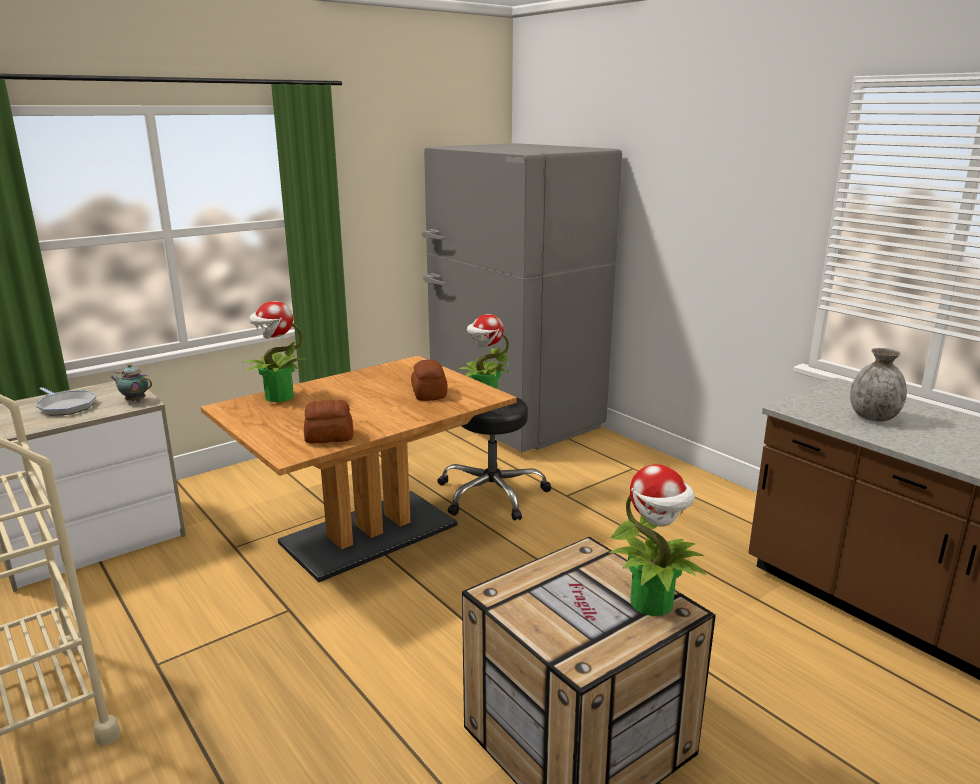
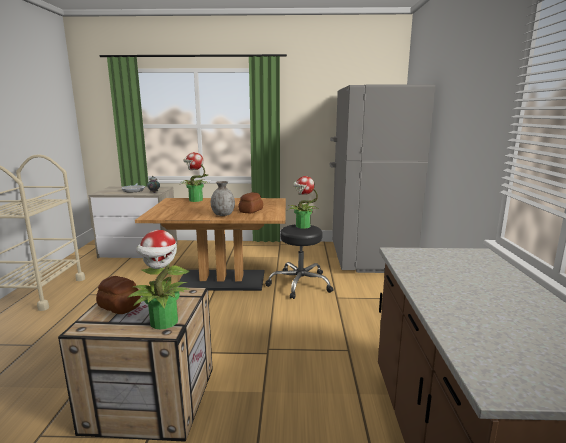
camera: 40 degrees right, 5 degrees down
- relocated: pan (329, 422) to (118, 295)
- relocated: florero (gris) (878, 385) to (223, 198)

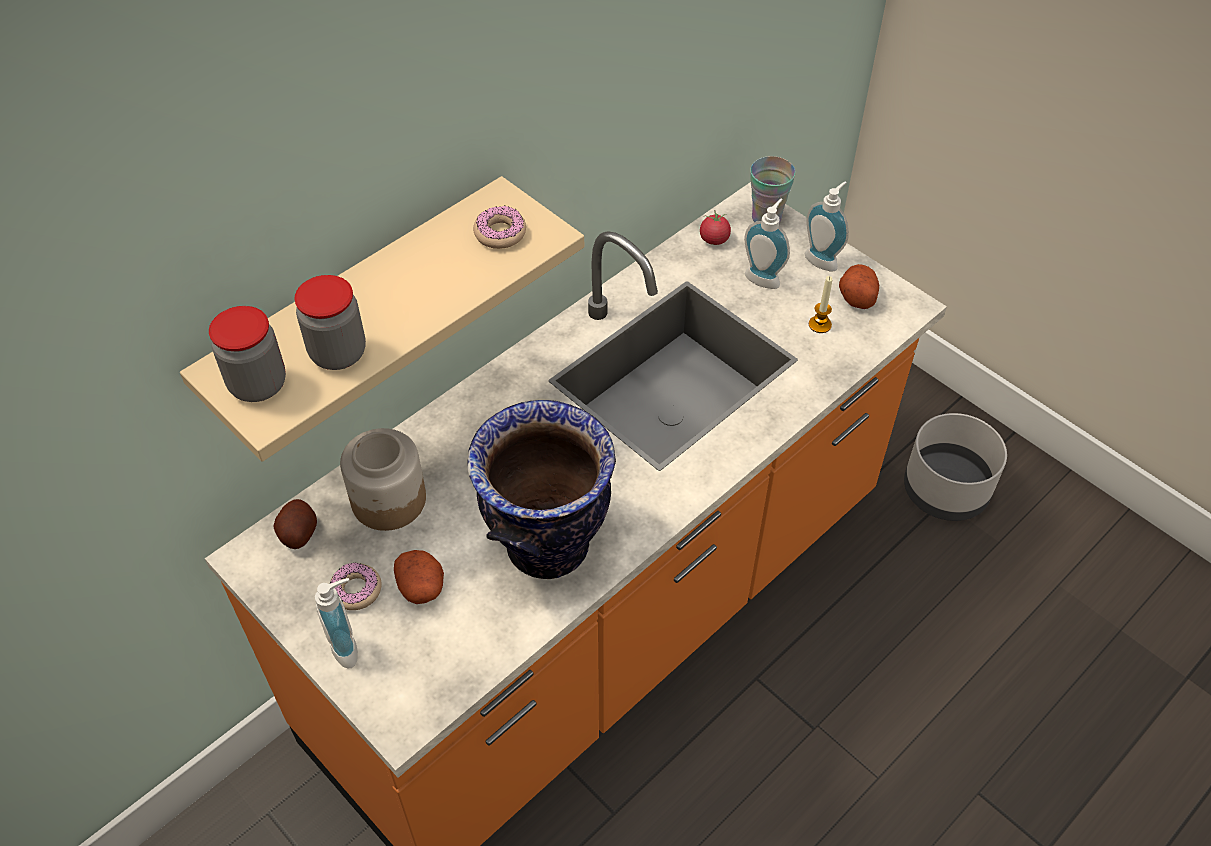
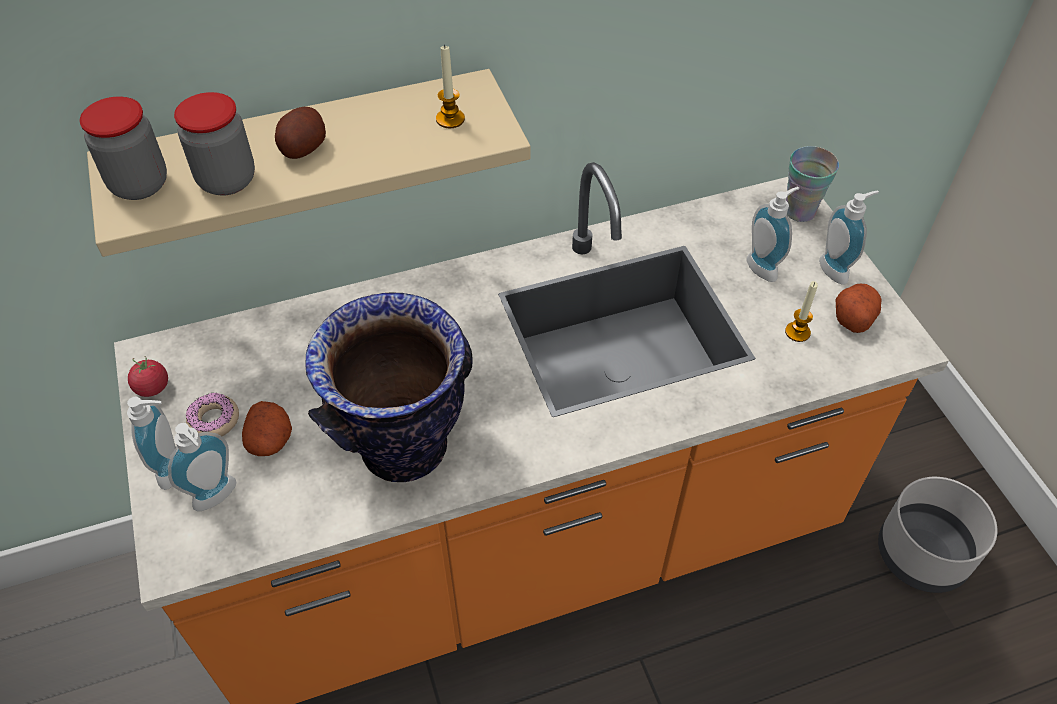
camera: 25 degrees right, 0 degrees up
- relocated: tomate (715, 228) to (148, 376)
- appeared: dispensador de jabón (202, 467)
- relocated: patata (295, 524) to (300, 133)
- exchanged: rosquilla (499, 227) to vela (450, 86)
- missing: tarro (383, 479)

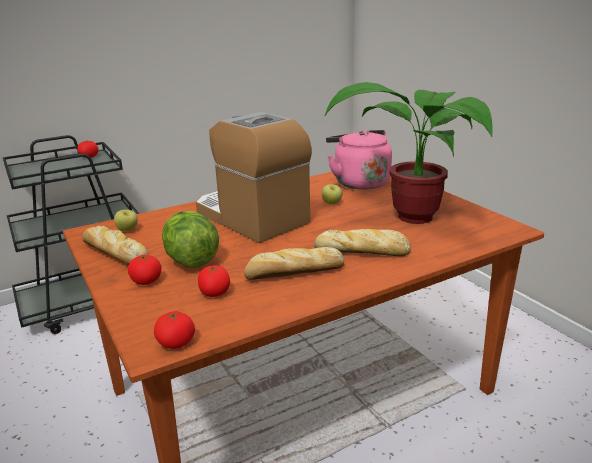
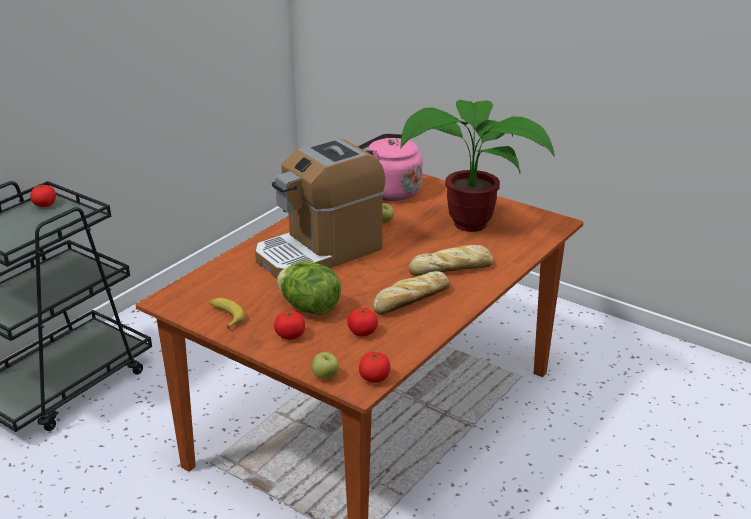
camera: 25 degrees left, 5 degrees up
- exchanged: pan (115, 245) to plátano (227, 313)
- spun: cafetera (254, 177) = (320, 208) 60 degrees counterclockwise
- relocated: manzana (126, 221) to (325, 366)

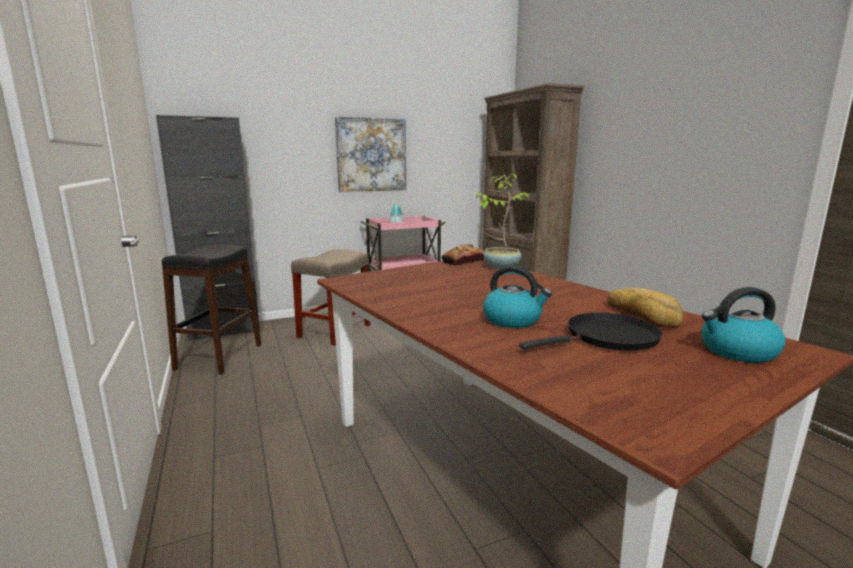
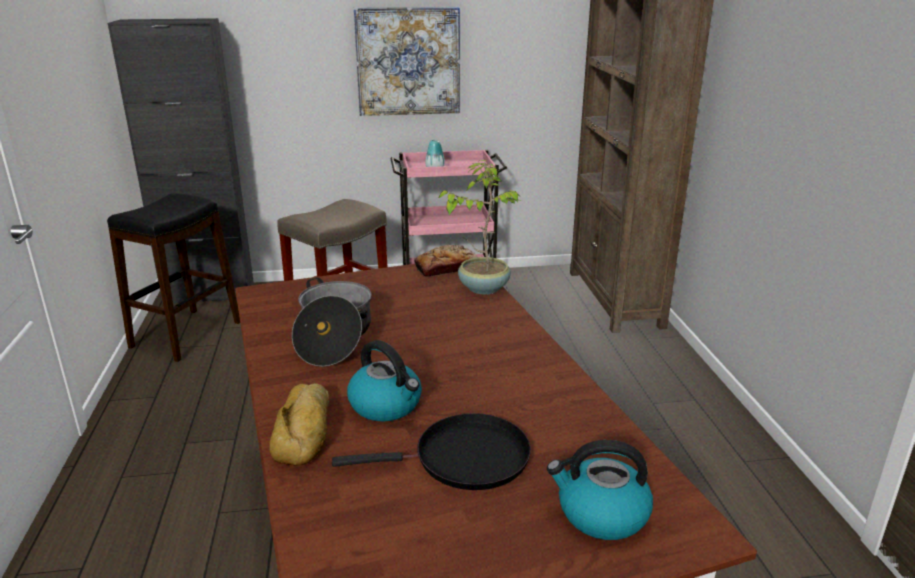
camera: 15 degrees right, 10 degrees up
- relocated: pan (645, 308) to (299, 424)
- appeared: olla (332, 322)

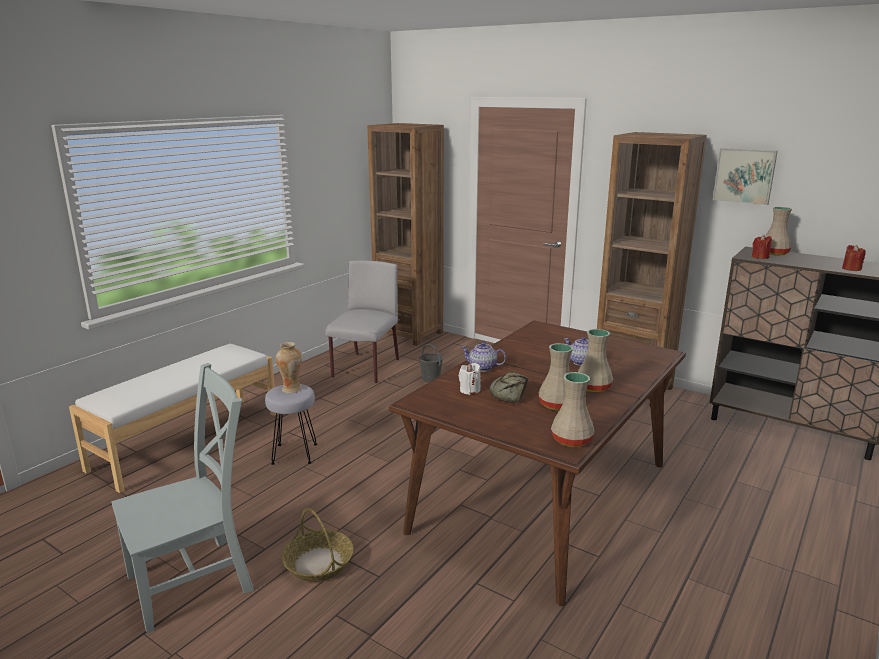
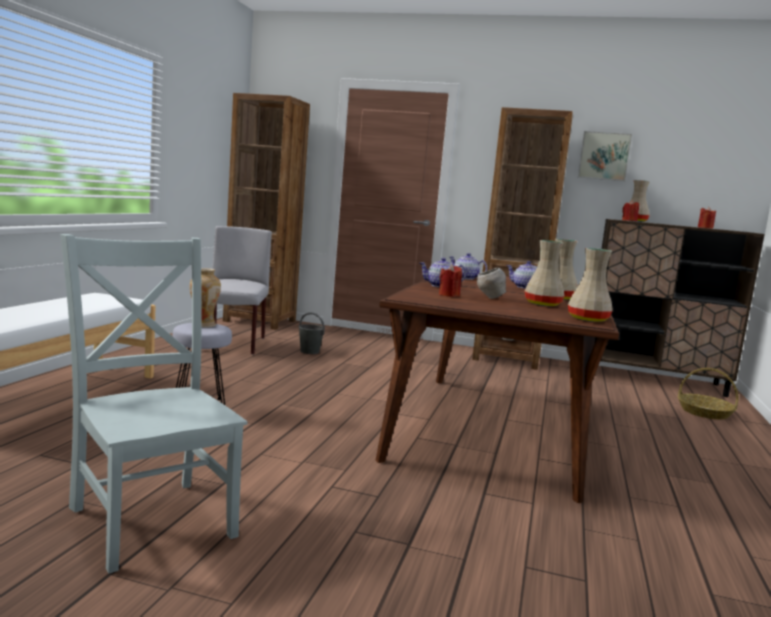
camera: 20 degrees left, 10 degrees down
- spun: silla (gris) (182, 498) = (154, 403) 75 degrees counterclockwise
- colour: vela (blanco) (470, 379) to vela (rojo) (450, 280)
- appeared: tetera (468, 266)
- exchanged: pan (509, 387) to cuenco (gris) (491, 283)
- relocated: cesta (317, 545) to (708, 393)

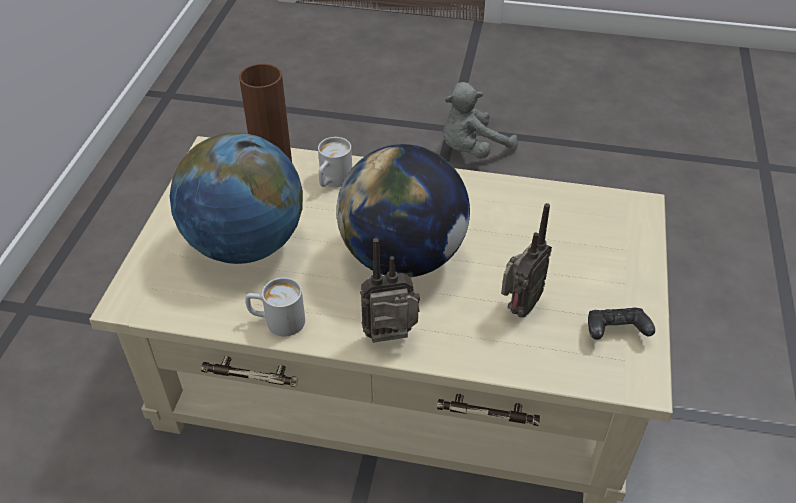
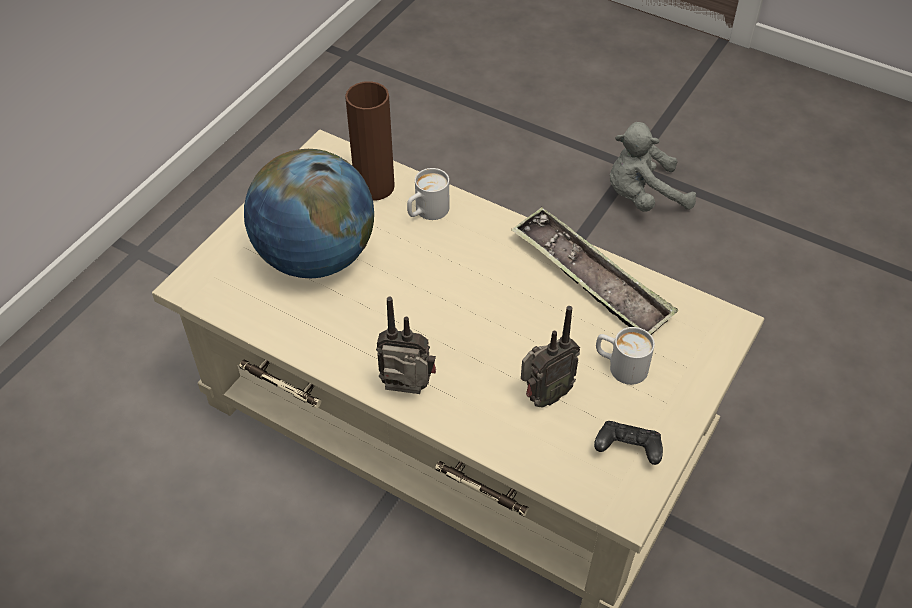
camera: 20 degrees right, 5 degrees up
- appeared: bandeja (594, 271)
- relocated: taza grande (blanco) (275, 306) to (625, 356)
- missing: globo terráqueo (403, 210)

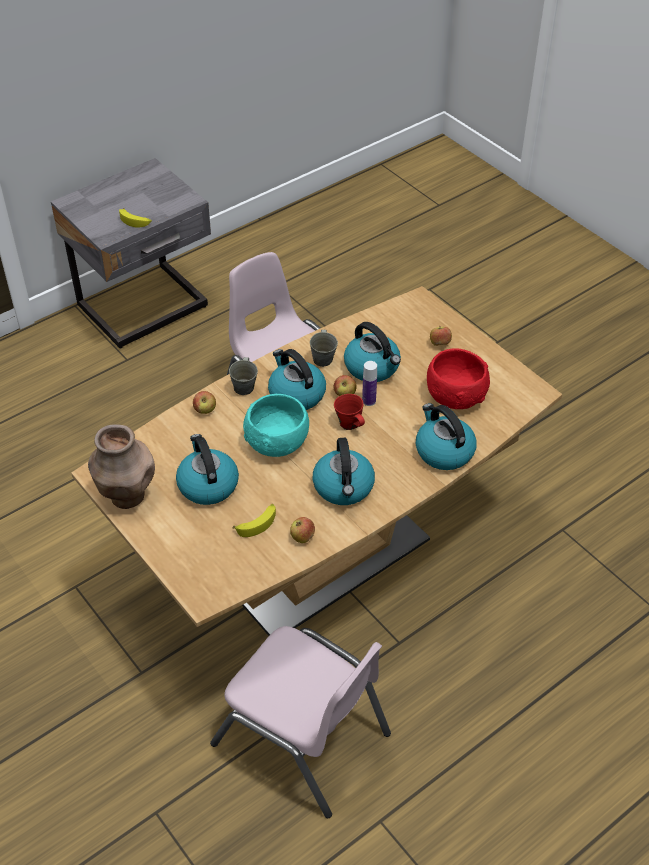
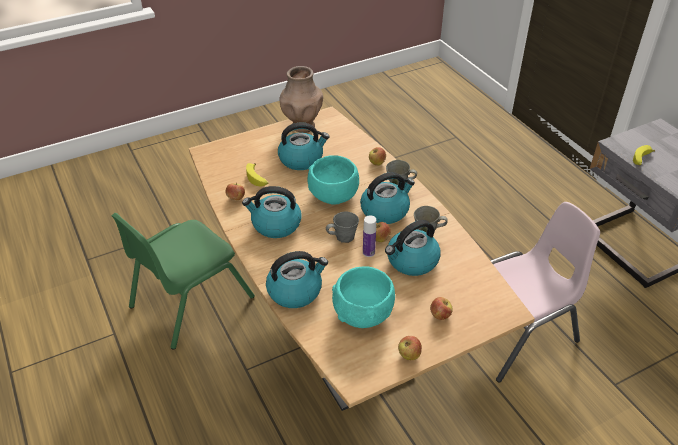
camera: 100 degrees right, 5 degrees down
- colour: silla (rosa) (300, 722) to silla (verde) (183, 281)
- colour: taza grande (rojo) (349, 412) to taza grande (gris) (342, 227)
- colour: cuenco (rojo) (458, 378) to cuenco (turquesa) (363, 297)
- appeared: manzana (410, 348)

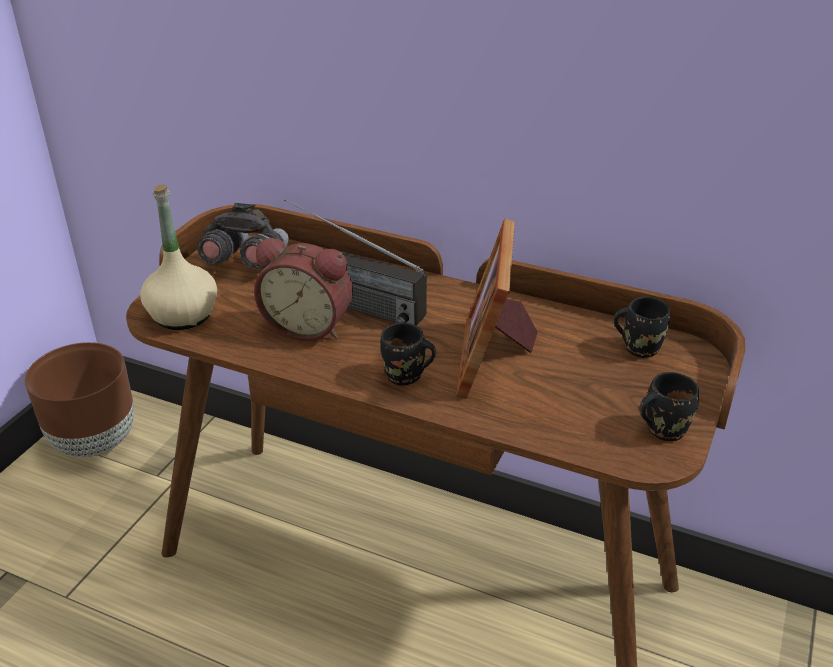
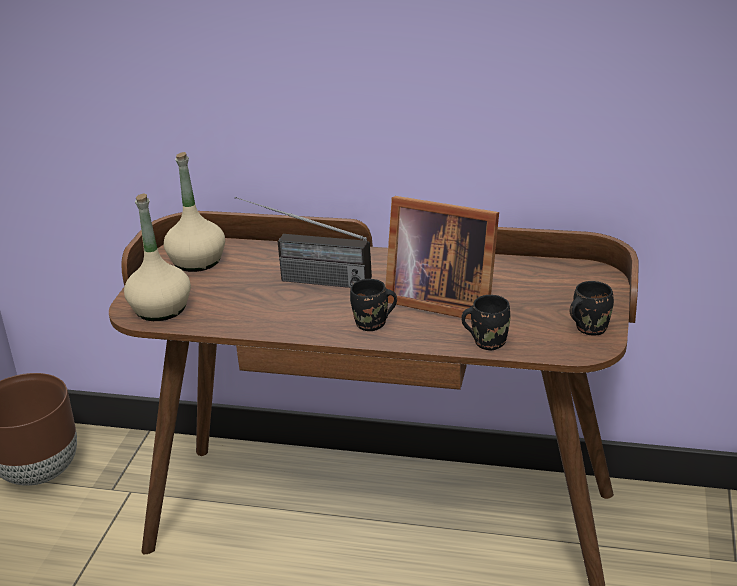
camera: 10 degrees left, 5 degrees down
- exchanged: prismáticos (gris) (243, 236) to botella (beis) (194, 212)
- spun: portarretratos (497, 309) = (442, 258) 60 degrees counterclockwise
- relocated: taza grande (negro) (642, 327) to (485, 322)
- missing: despertador (303, 289)

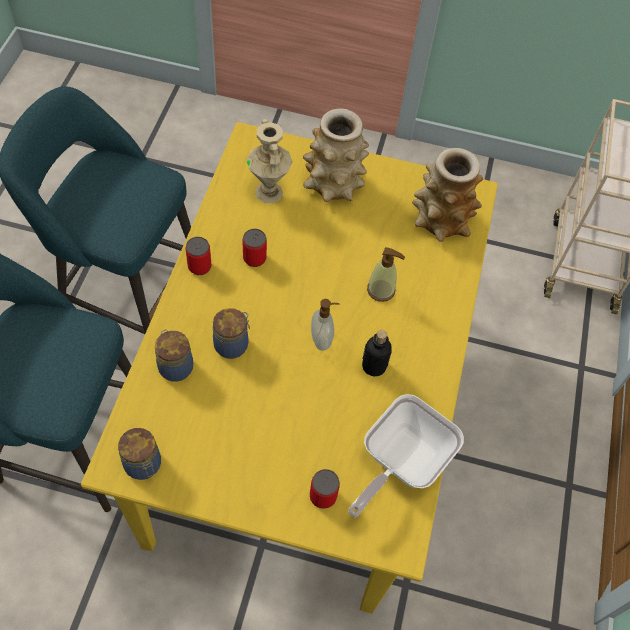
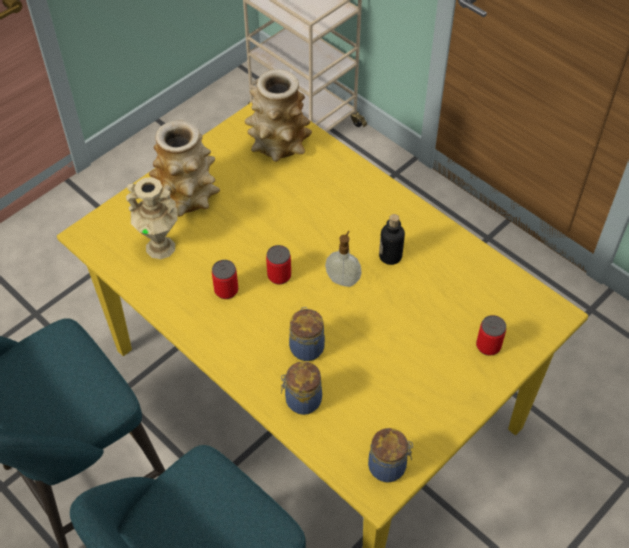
camera: 55 degrees left, 5 degrees down
- relocated: lata (199, 256) to (278, 265)
- missing: sartén (406, 456)
- missing: dispensador de jabón (386, 274)

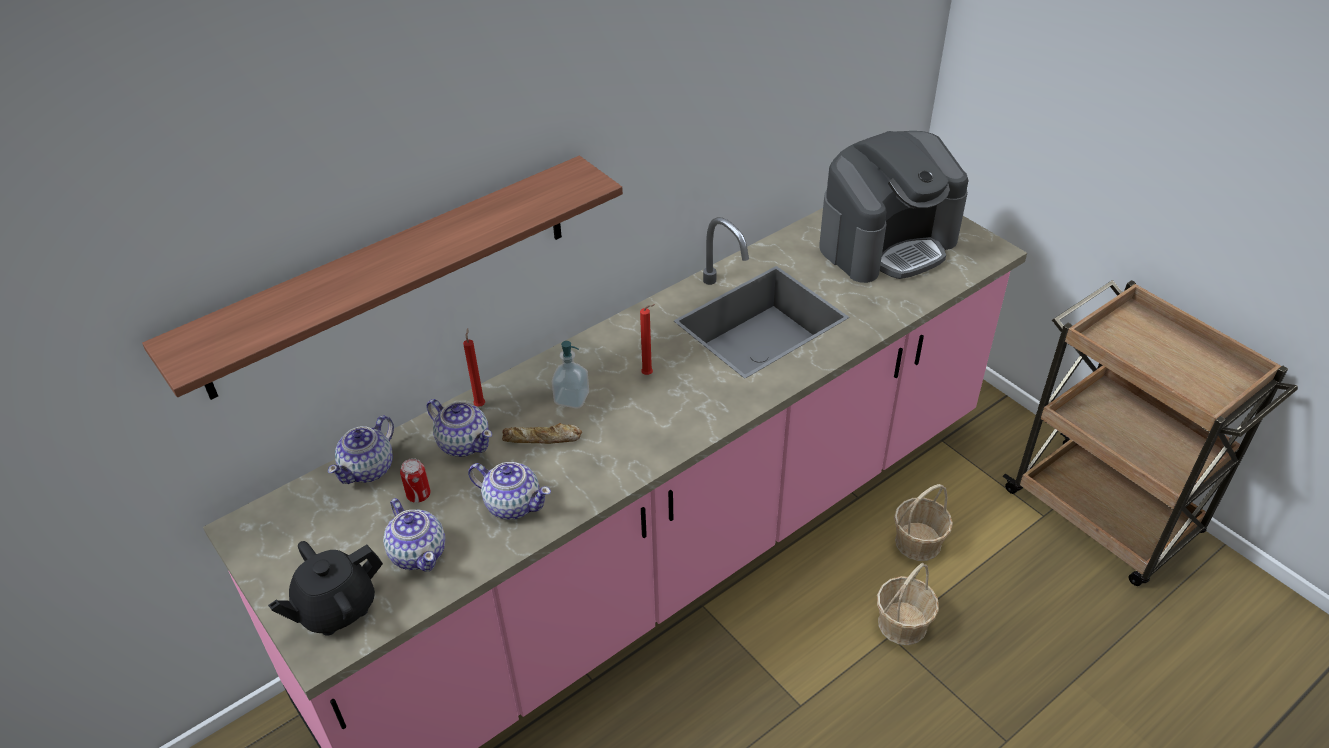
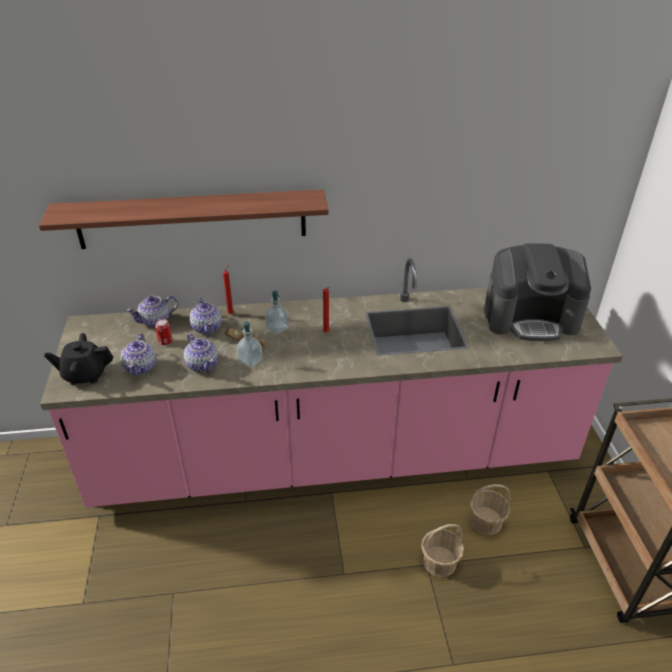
camera: 30 degrees right, 5 degrees down
- appeared: dispensador de jabón (249, 344)

